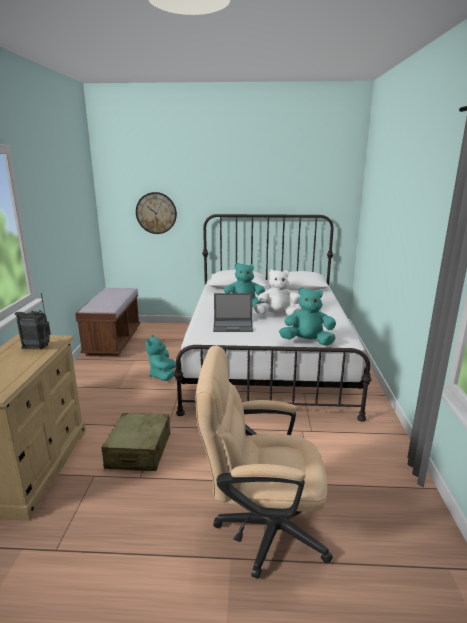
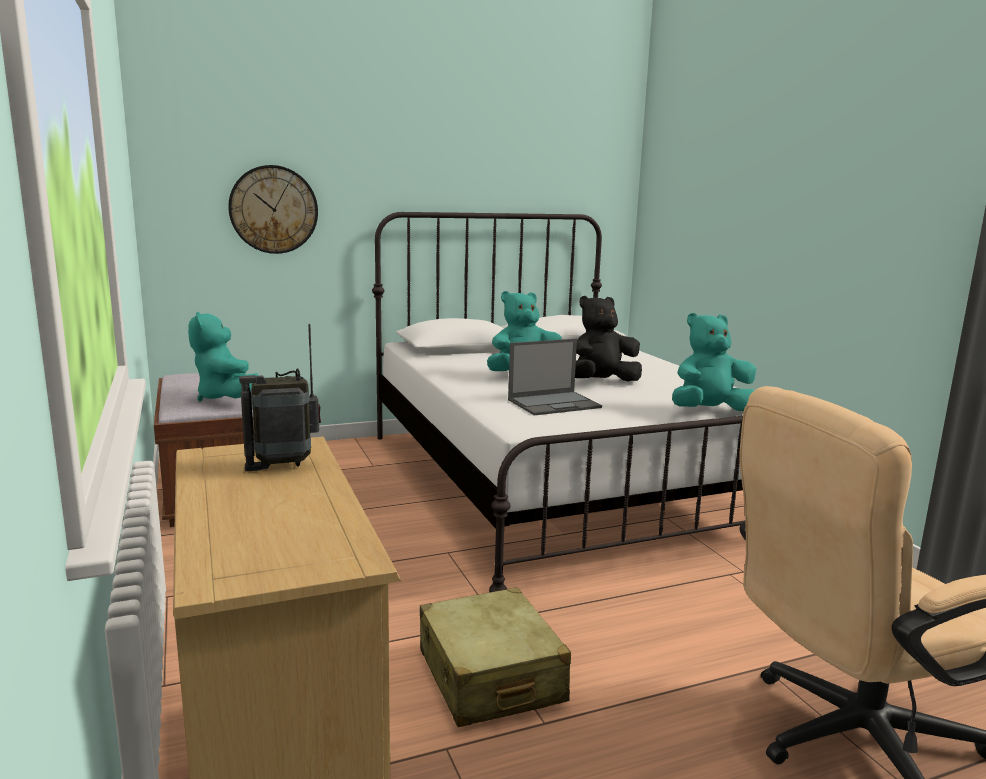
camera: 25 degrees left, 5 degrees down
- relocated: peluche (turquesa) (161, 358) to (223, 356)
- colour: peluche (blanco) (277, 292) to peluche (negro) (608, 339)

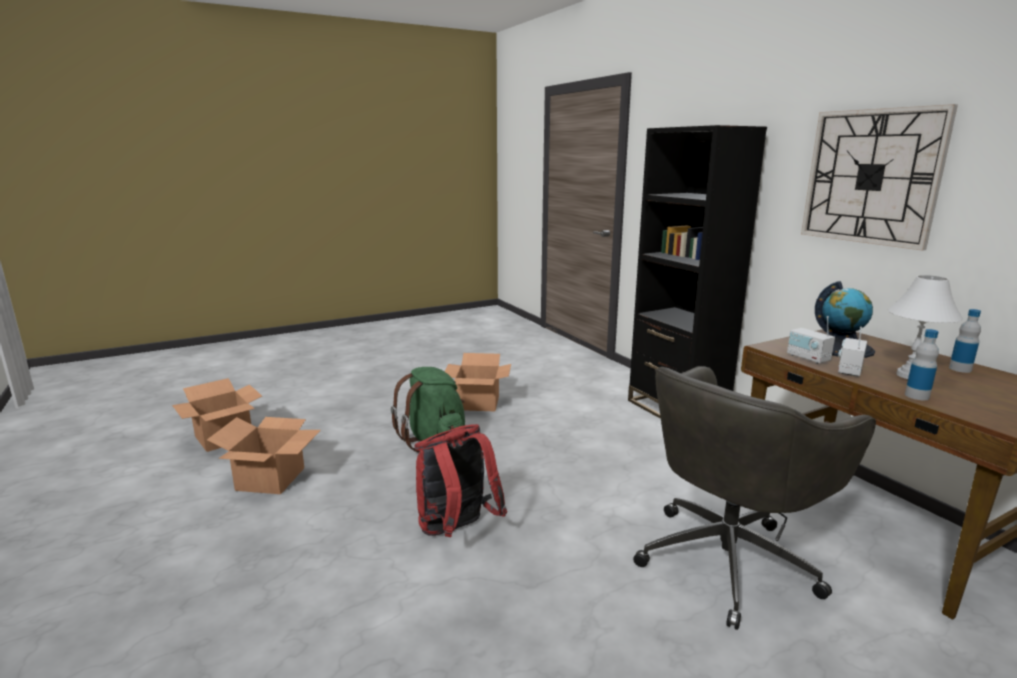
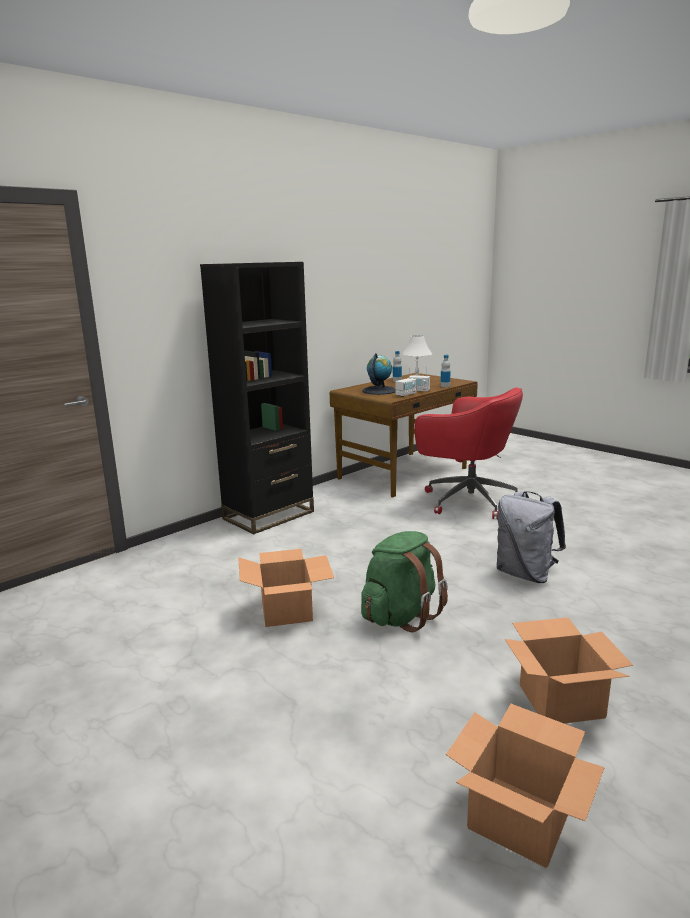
camera: 105 degrees left, 0 degrees up
- colour: silla de oficina (gris) (754, 498) to silla de oficina (rojo) (469, 453)
- colour: mochila (rojo) (460, 480) to mochila (gris) (531, 537)
- missing: reloj de pared (879, 177)

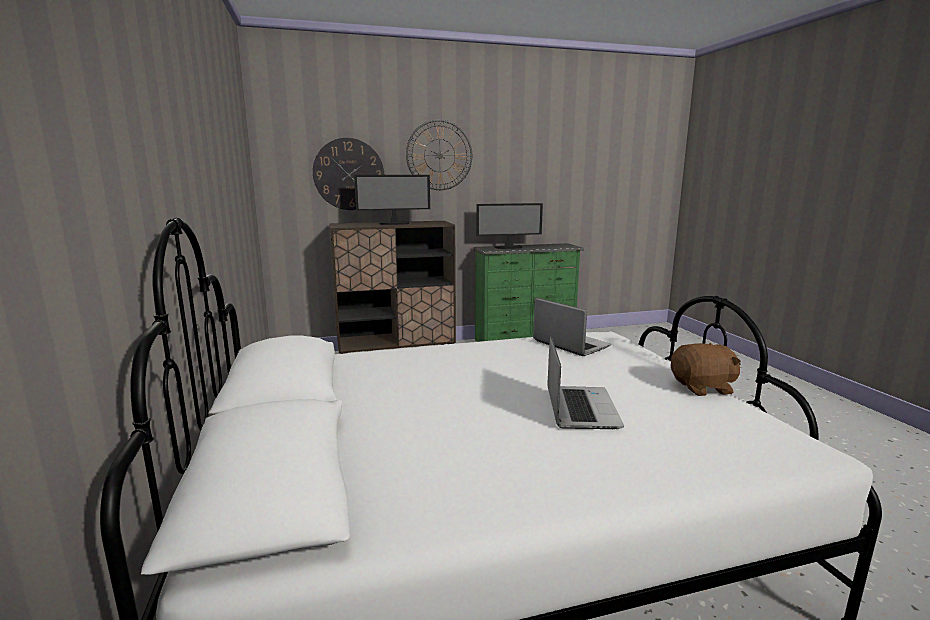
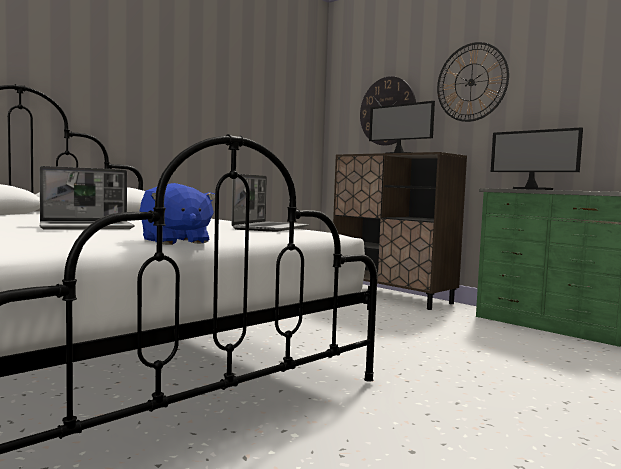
camera: 60 degrees right, 10 degrees down
- colour: peluche (marrón) (706, 369) to peluche (azul) (177, 214)

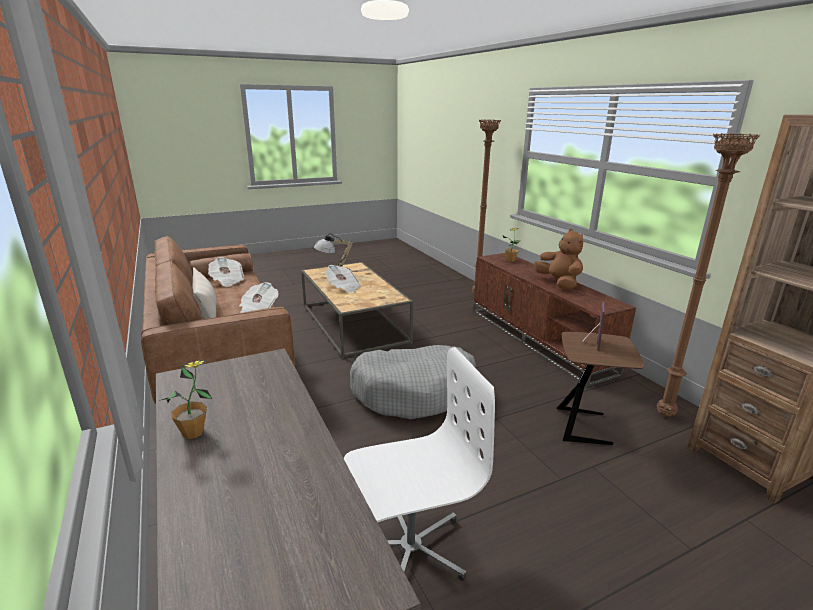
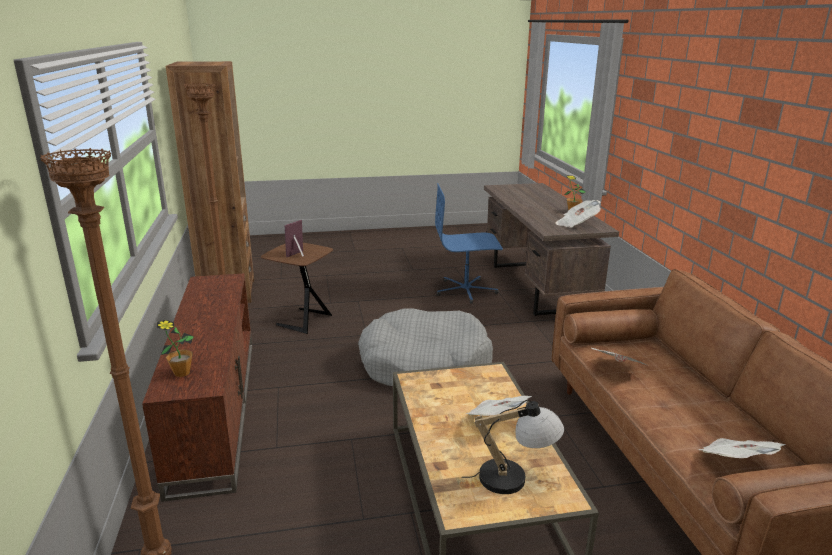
camera: 165 degrees left, 0 degrees up
- colour: silla de oficina (blanco) (419, 464) to silla de oficina (azul) (469, 243)
- appeared: periódico (578, 214)
- missing: cojín (beis) (204, 293)
- missing: peluche (marrón) (558, 259)

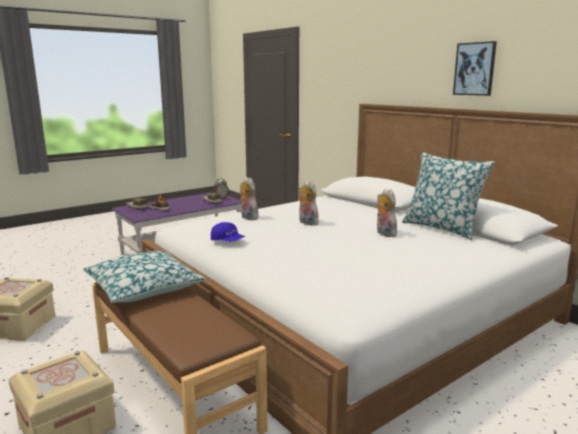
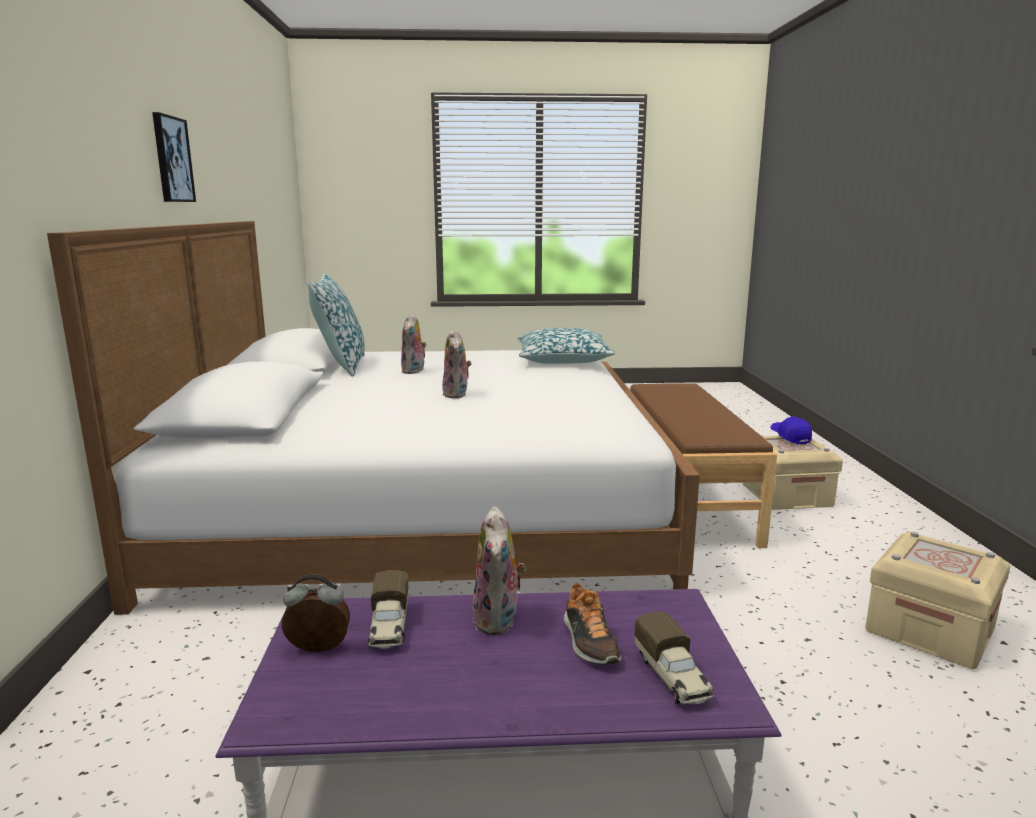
camera: 145 degrees left, 0 degrees up
- relocated: peluche (249, 198) to (499, 570)
- relocated: cojín (145, 277) to (566, 346)
- relocated: gorra (azul) (228, 232) to (791, 430)

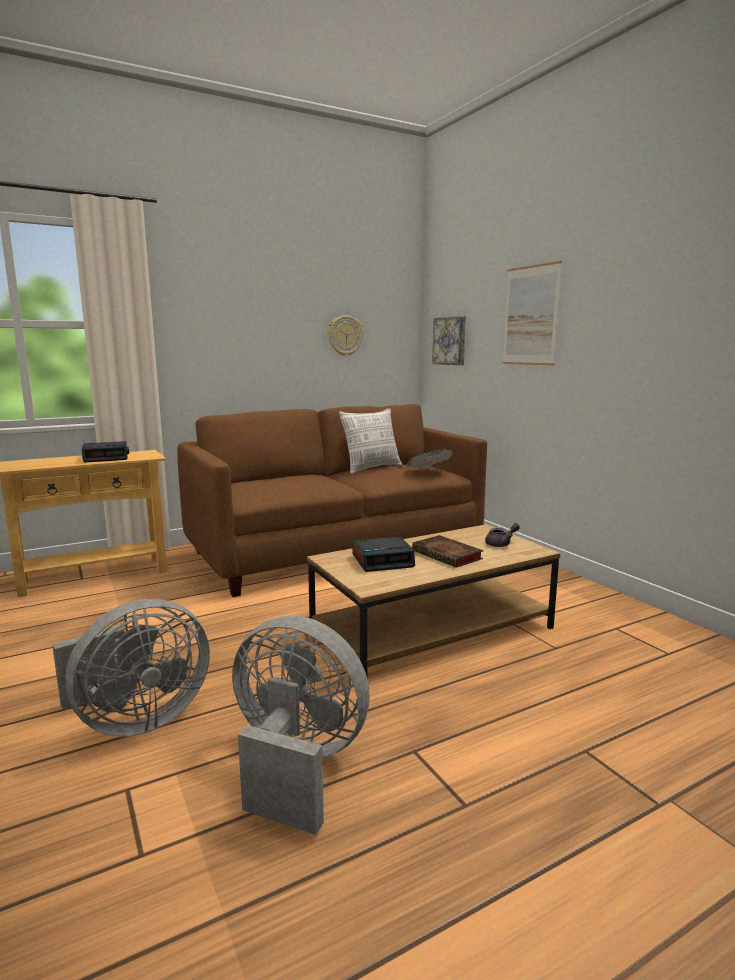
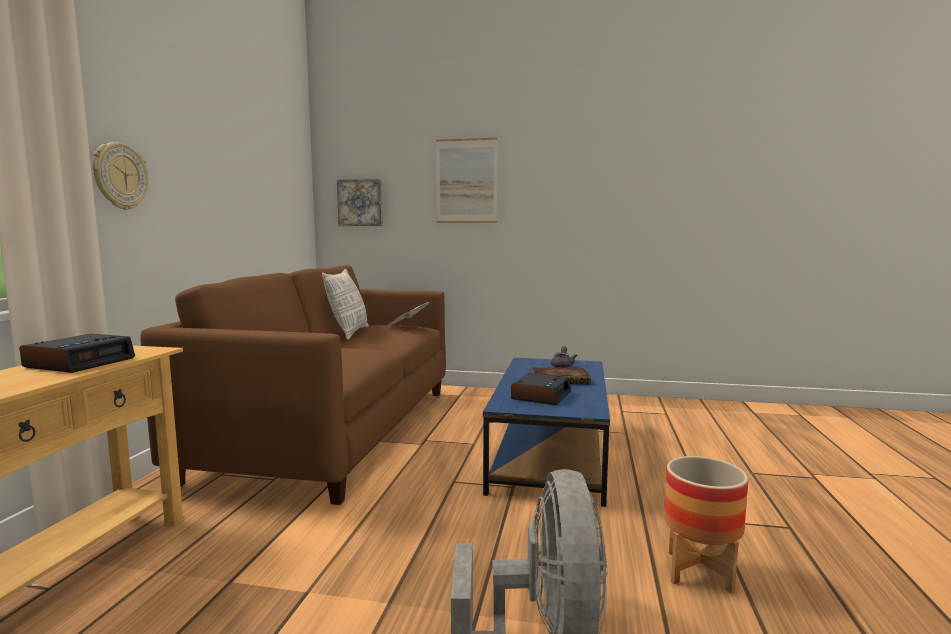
camera: 50 degrees left, 5 degrees down
- relocated: reloj de pared (345, 335) to (120, 176)
- colour: mesa de centro (marrón) (434, 600) to mesa de centro (azul) (546, 432)
- exchanged: ventilador (gris) (301, 725) to maceta (706, 525)

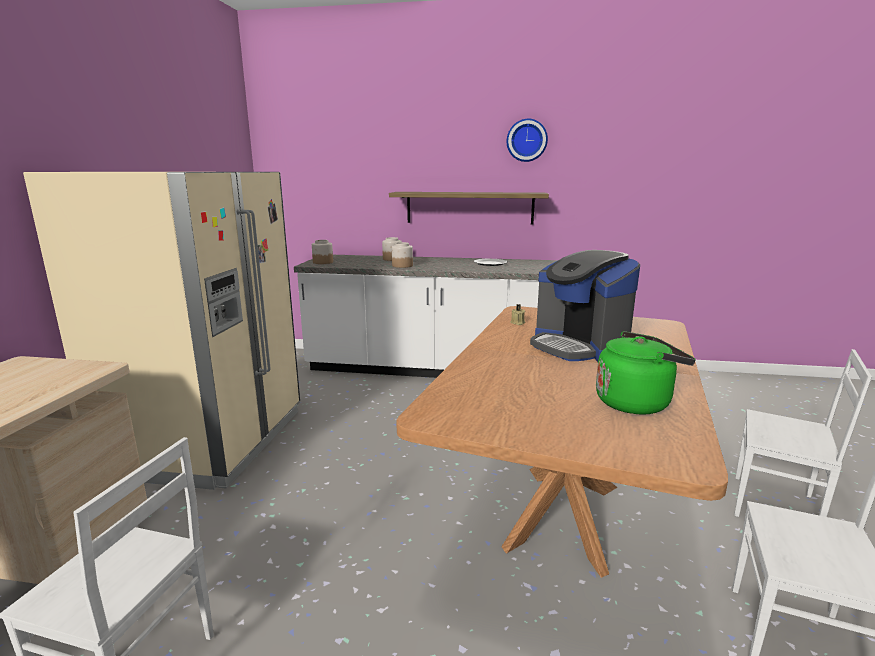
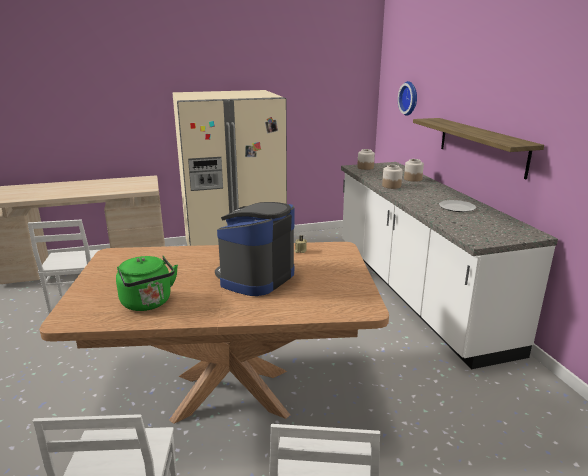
camera: 65 degrees right, 5 degrees up
- relocated: reloj de pared (527, 140) to (407, 98)

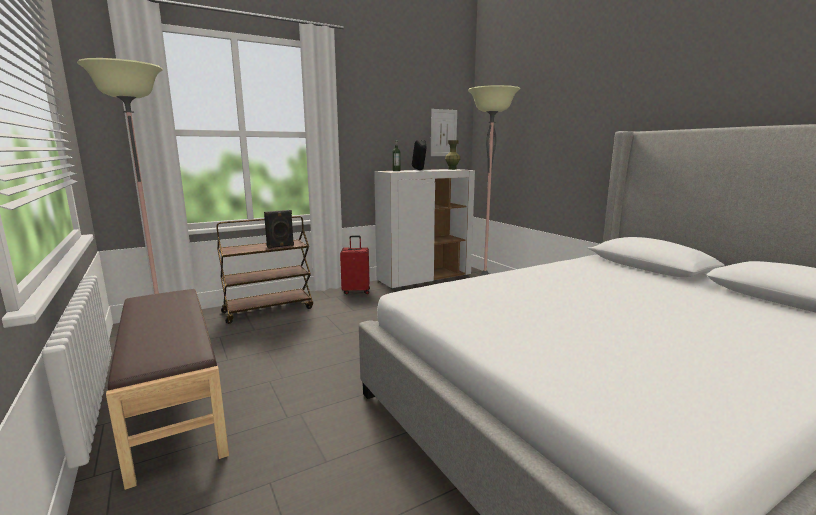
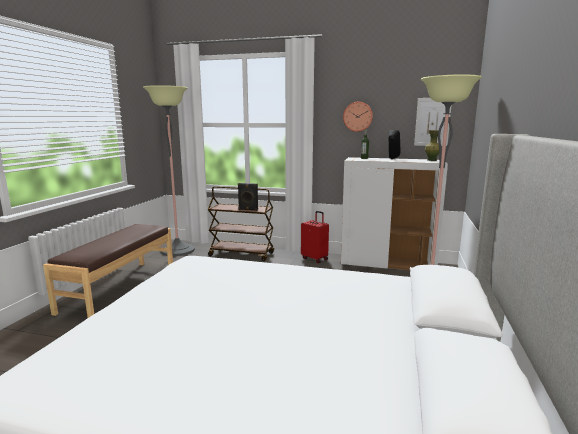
camera: 45 degrees right, 0 degrees up
- appeared: reloj de pared (358, 117)

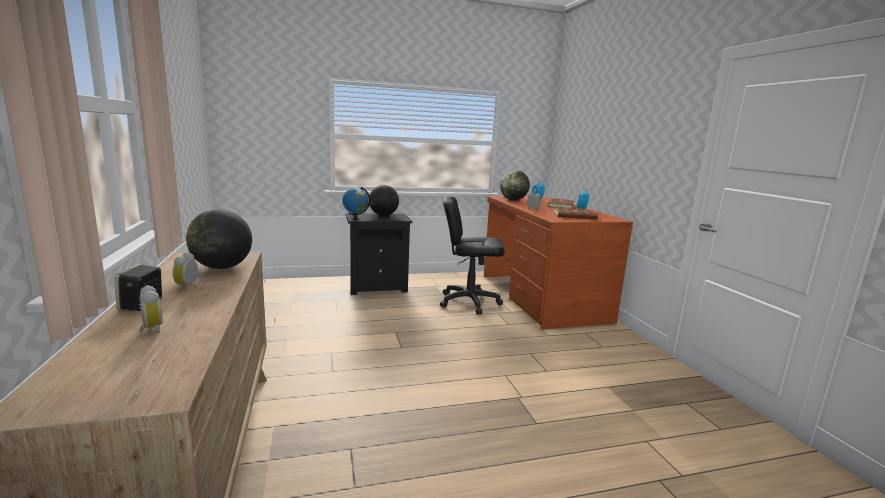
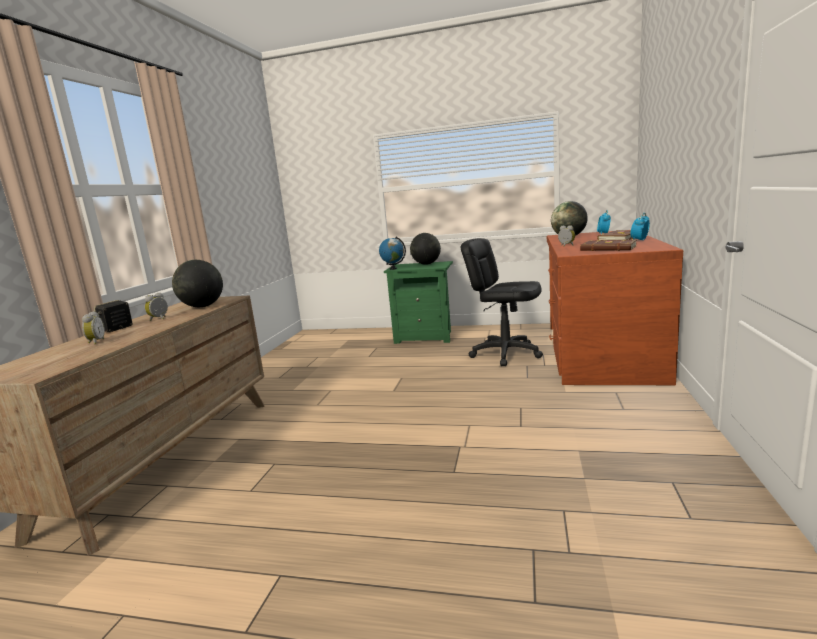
camera: 30 degrees right, 0 degrees up
- colour: mesita de noche (negro) (379, 254) to mesita de noche (verde) (418, 302)

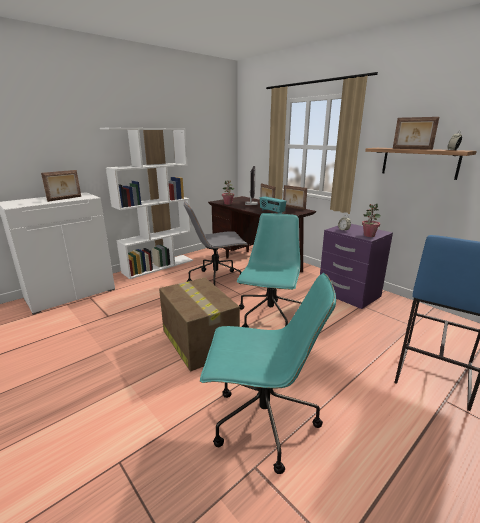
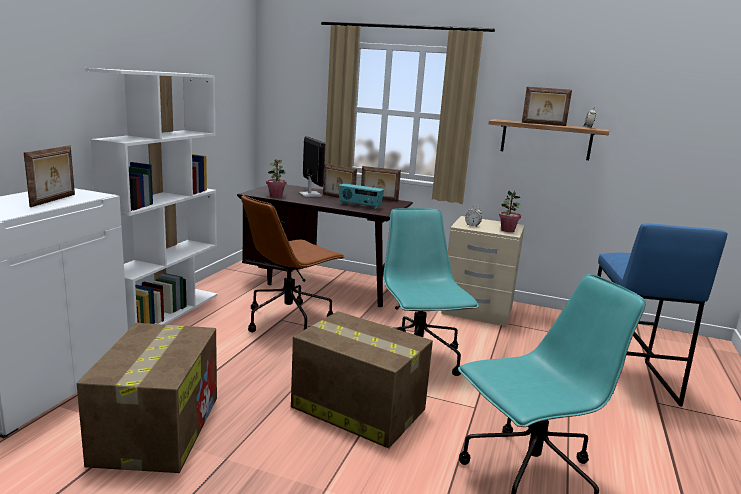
camera: 30 degrees left, 5 degrees down
- appeared: caja de cartón (147, 398)
- colour: silla de oficina (gris) (216, 243) to silla de oficina (marrón) (292, 263)
- colour: mesita de noche (morado) (356, 266) to mesita de noche (beis) (483, 271)

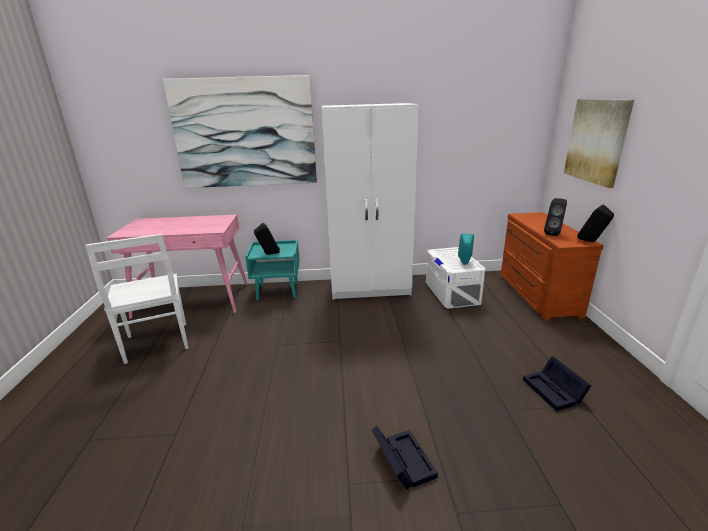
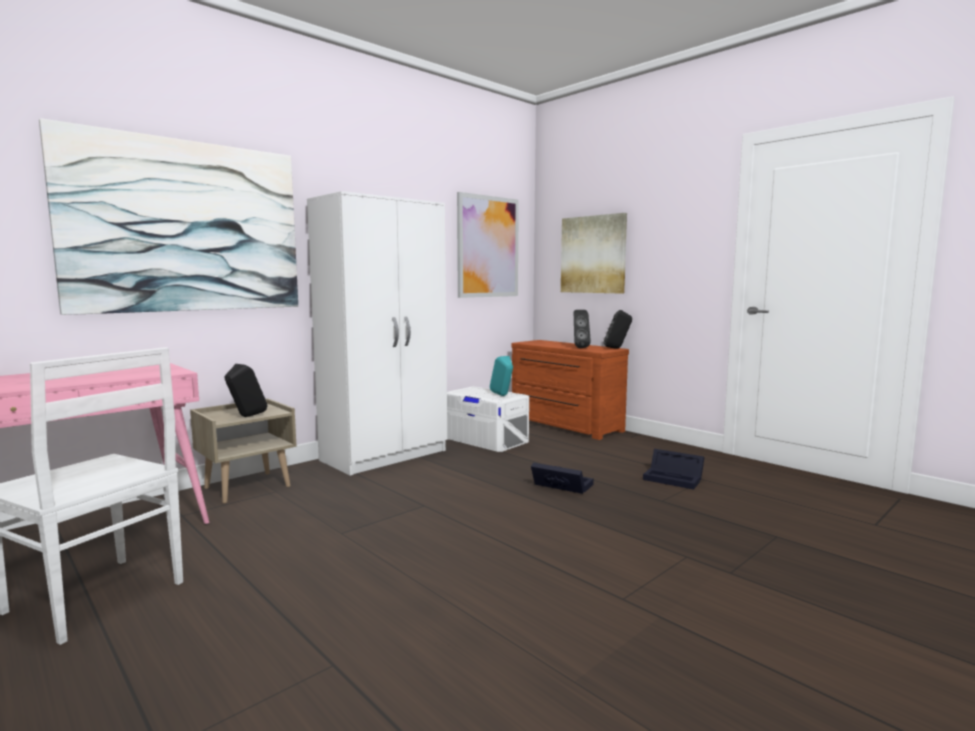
camera: 40 degrees left, 15 degrees down
- colour: mesita de noche (turquesa) (272, 270) to mesita de noche (beis) (243, 450)
- appeared: cuadro (488, 245)
- relocated: caja de almacenaje (negro) (405, 457) to (562, 478)

